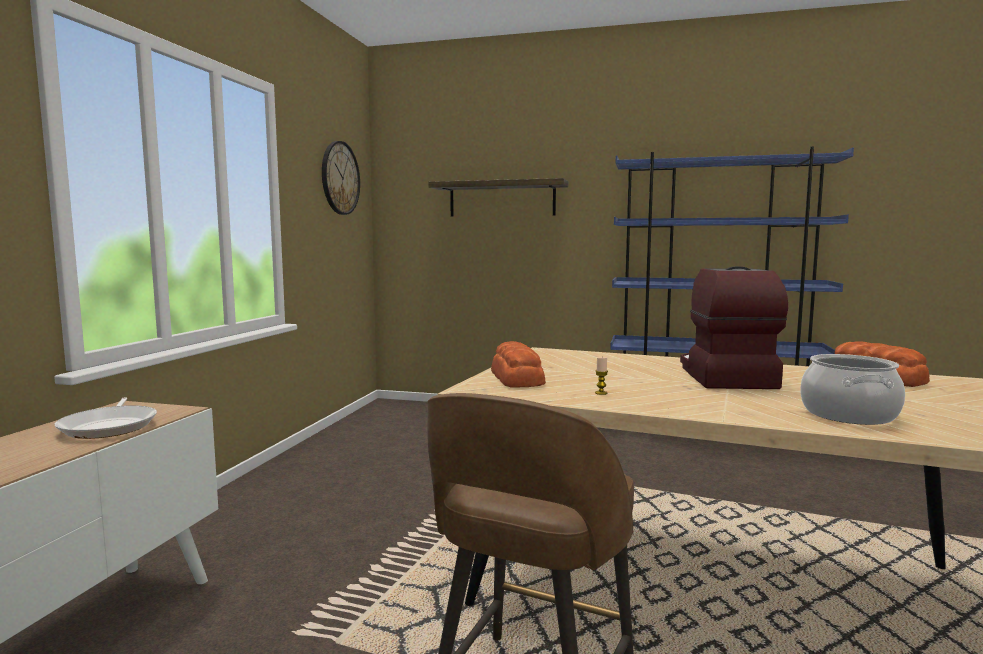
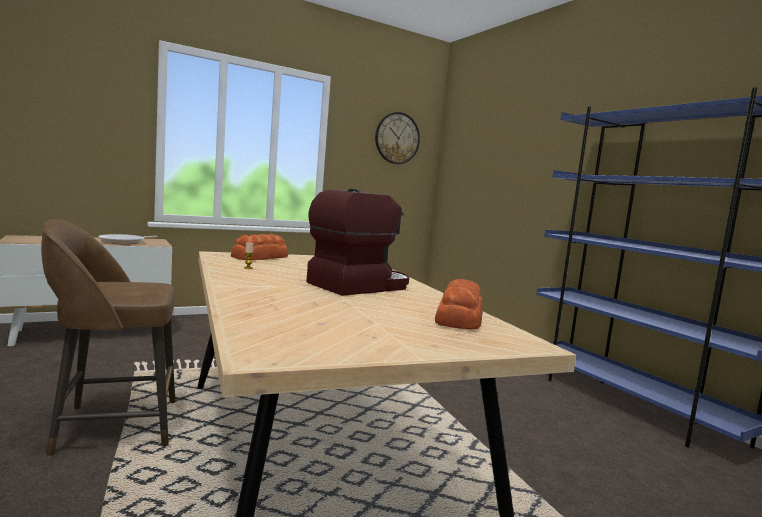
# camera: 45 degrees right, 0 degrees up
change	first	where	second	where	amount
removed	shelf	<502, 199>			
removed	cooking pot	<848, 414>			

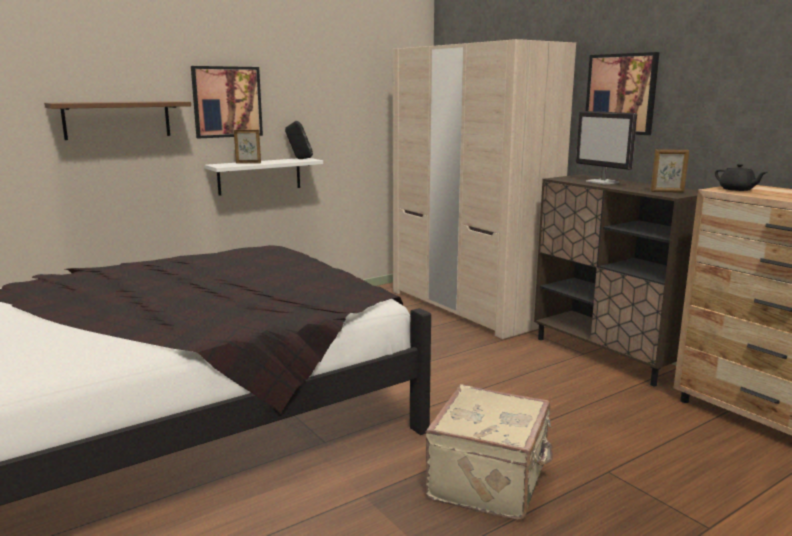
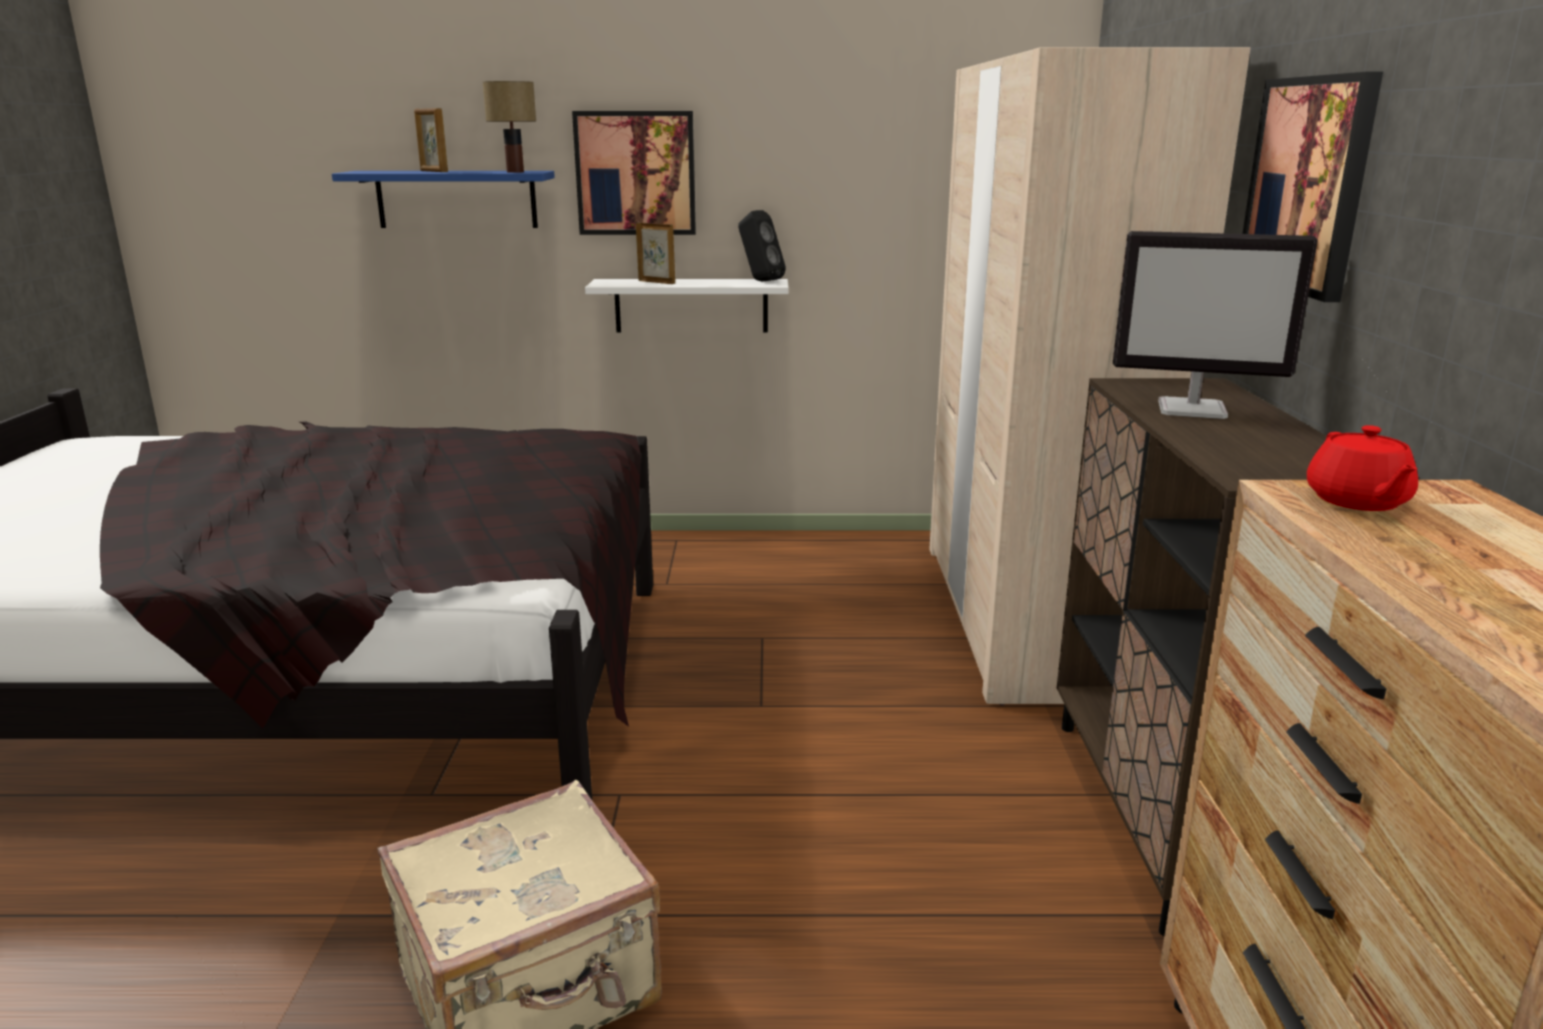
# camera: 35 degrees right, 5 degrees up
change	first	where	second	where	amount
recoloured	brown shelf	<117, 120>	blue shelf	<456, 199>	
turned	monitor	<603, 182>		<1193, 410>	75 degrees counterclockwise
moved	picture frame	<667, 192>		<433, 171>	
recoloured	black teapot	<737, 189>	red teapot	<1357, 501>	
added			table lamp	<516, 172>	

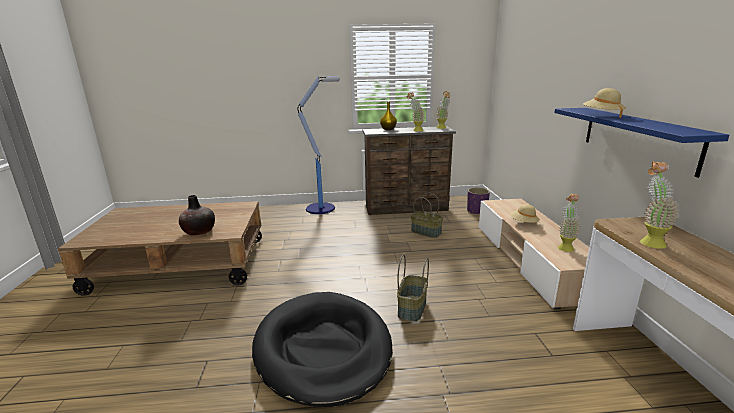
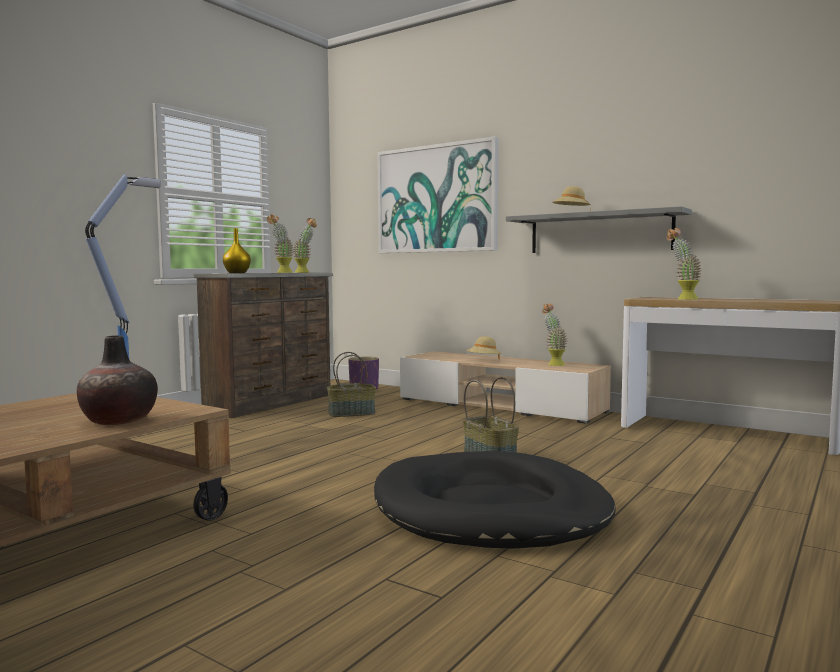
# camera: 50 degrees left, 15 degrees down
change	first	where	second	where	amount
recoloured	blue shelf	<637, 137>	grey shelf	<599, 232>	
added			picture	<436, 199>	

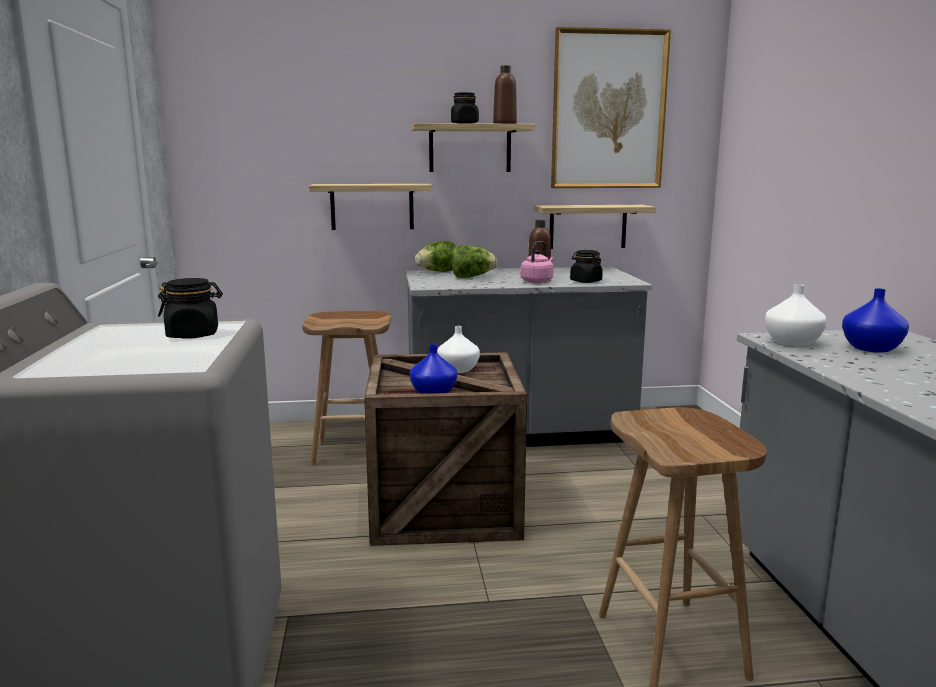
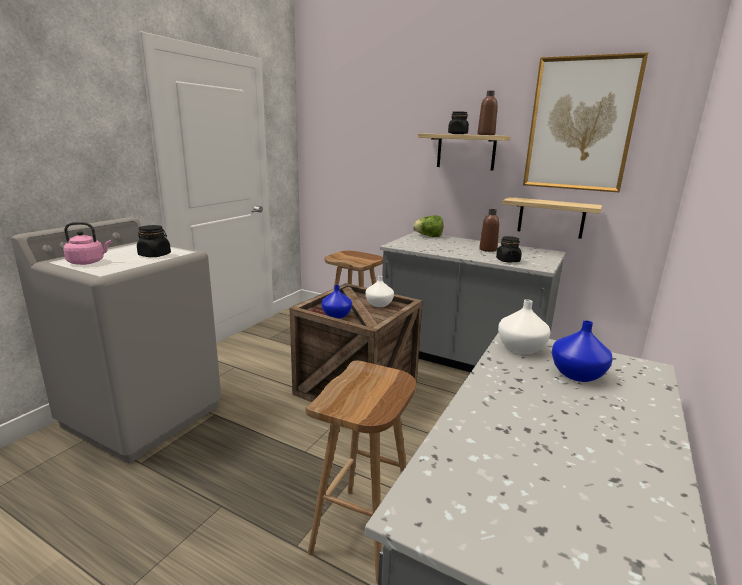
# camera: 35 degrees right, 5 degrees up
change	first	where	second	where	amount
removed	shelf	<372, 206>			
moved	pink kettle	<537, 281>		<88, 262>	
removed	lettuce	<472, 277>			

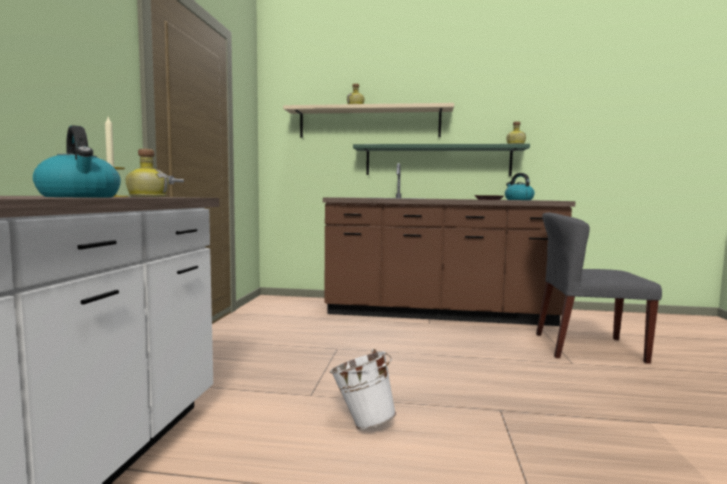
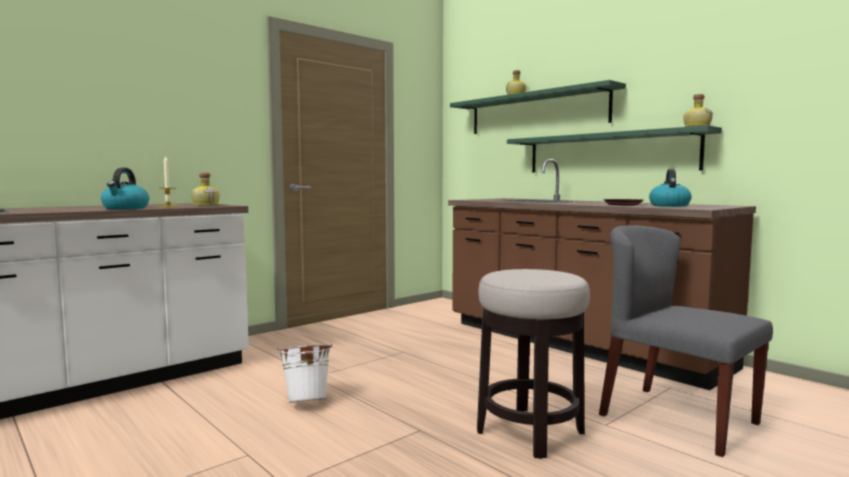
# camera: 40 degrees right, 0 degrees up
change	first	where	second	where	amount
recoloured	beige shelf	<369, 123>	green shelf	<536, 112>	
added			stool	<530, 432>	

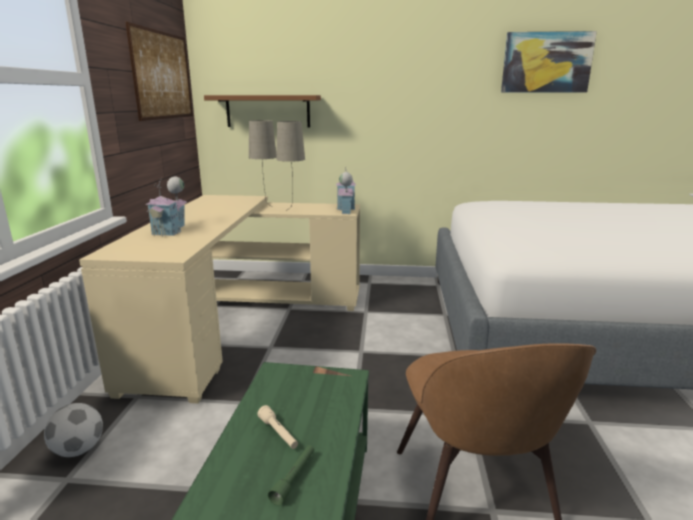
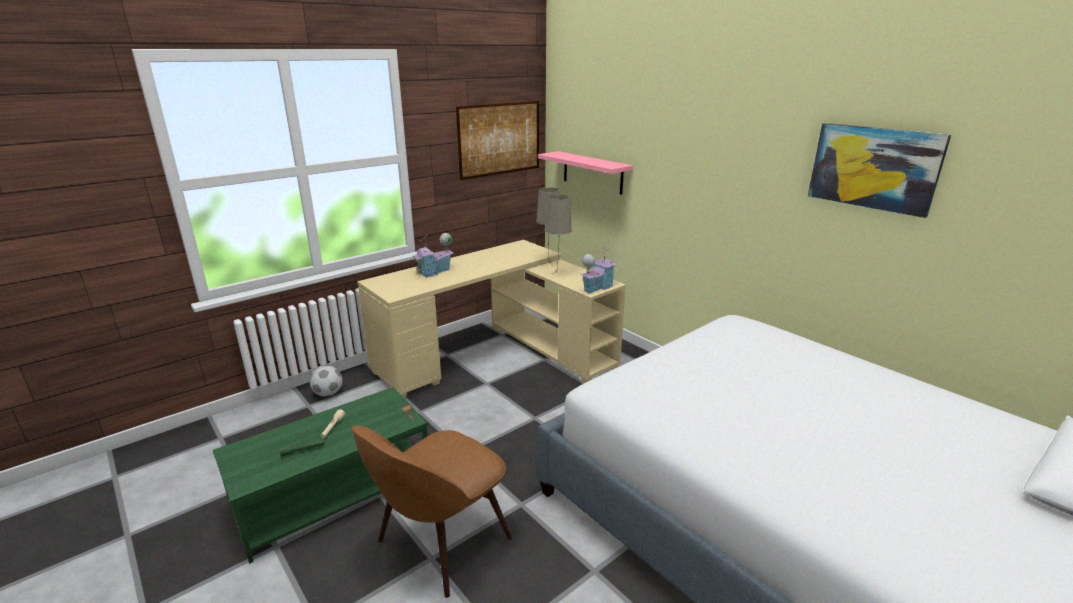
# camera: 45 degrees right, 5 degrees up
change	first	where	second	where	amount
recoloured	brown shelf	<268, 111>	pink shelf	<592, 172>	

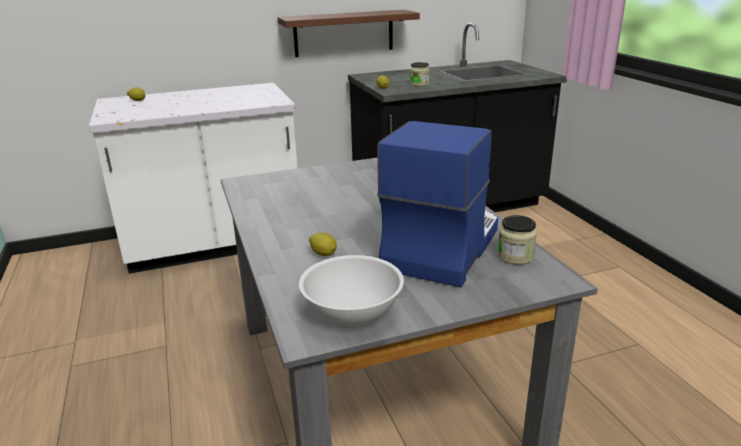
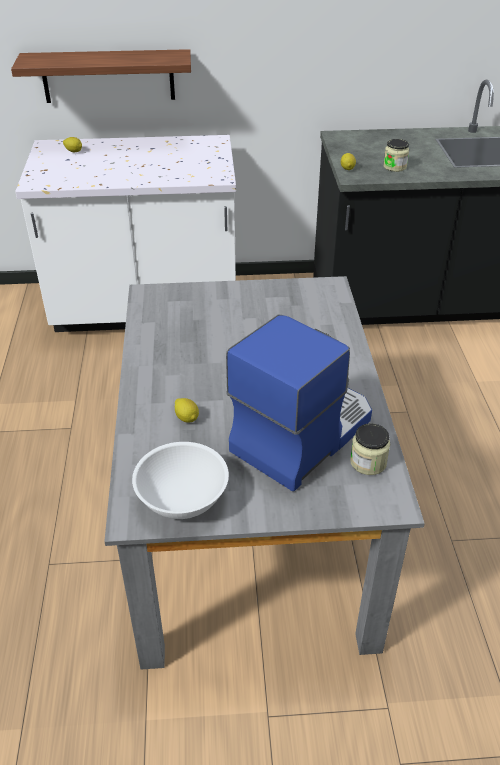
# camera: 15 degrees right, 15 degrees up
change	first	where	second	where	amount
moved	shelf	<344, 33>		<108, 76>	

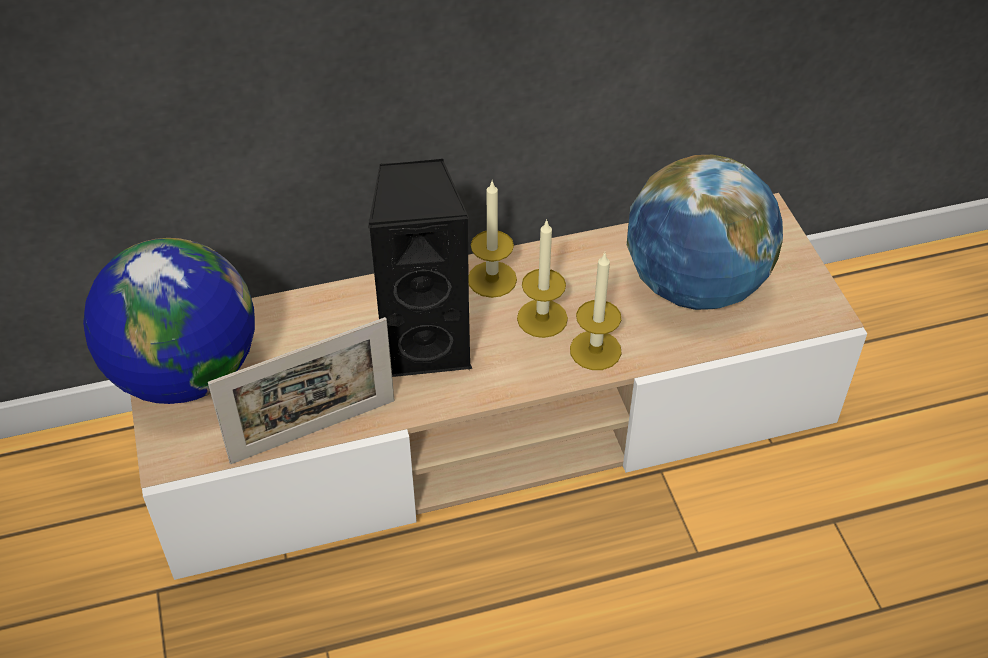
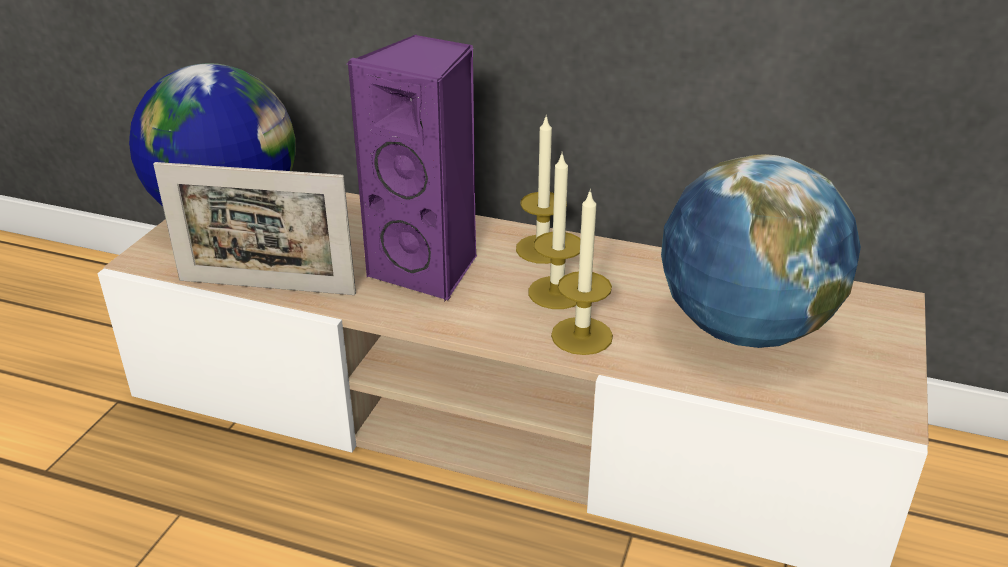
# camera: 35 degrees right, 15 degrees down
change	first	where	second	where	amount
recoloured	black speaker	<425, 344>	purple speaker	<429, 269>	

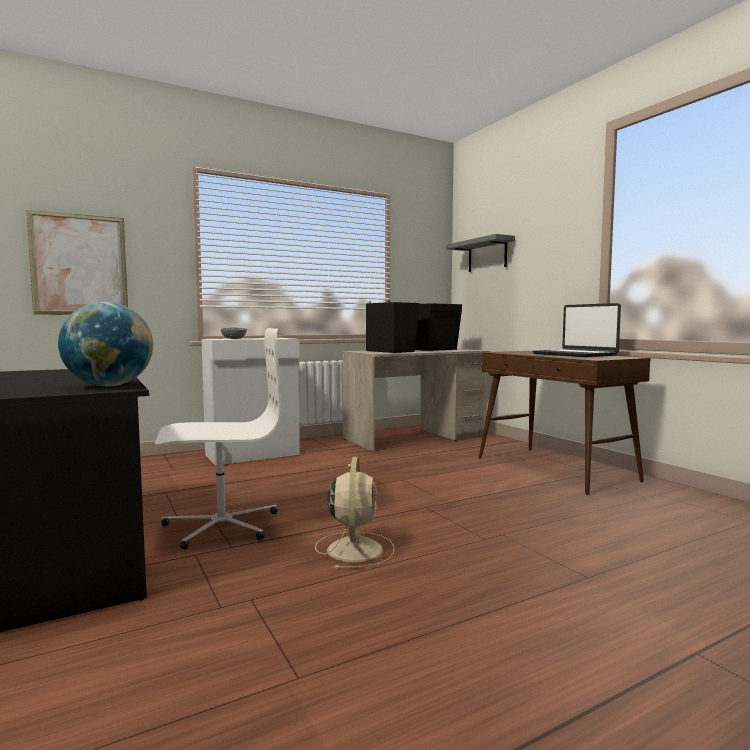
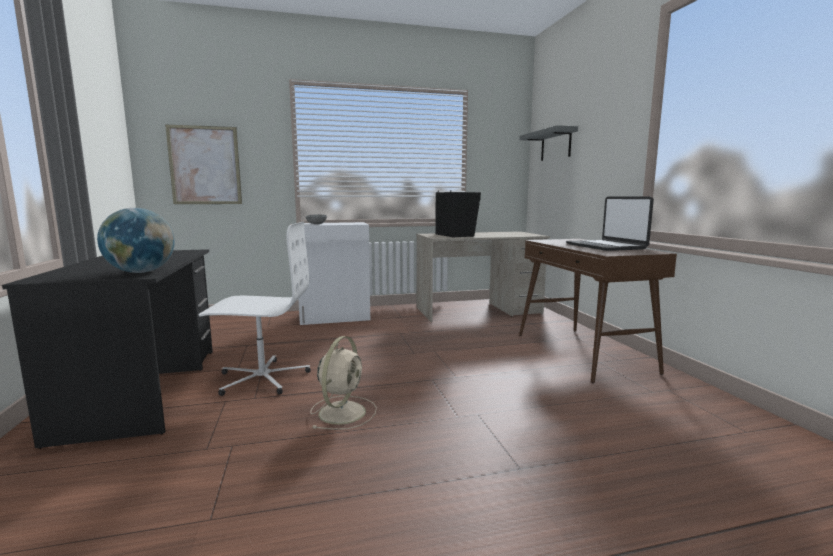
# camera: 15 degrees right, 5 degrees up
change	first	where	second	where	amount
removed	black speaker	<435, 349>			

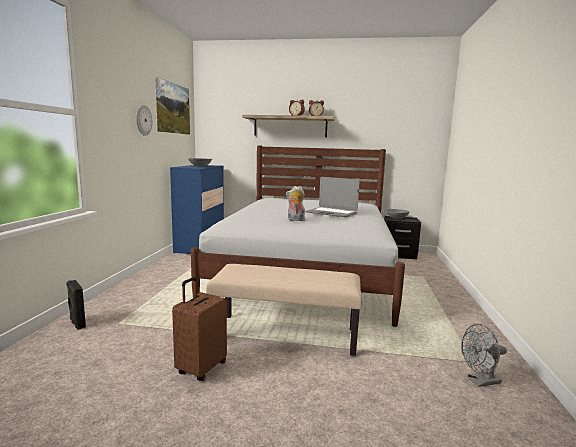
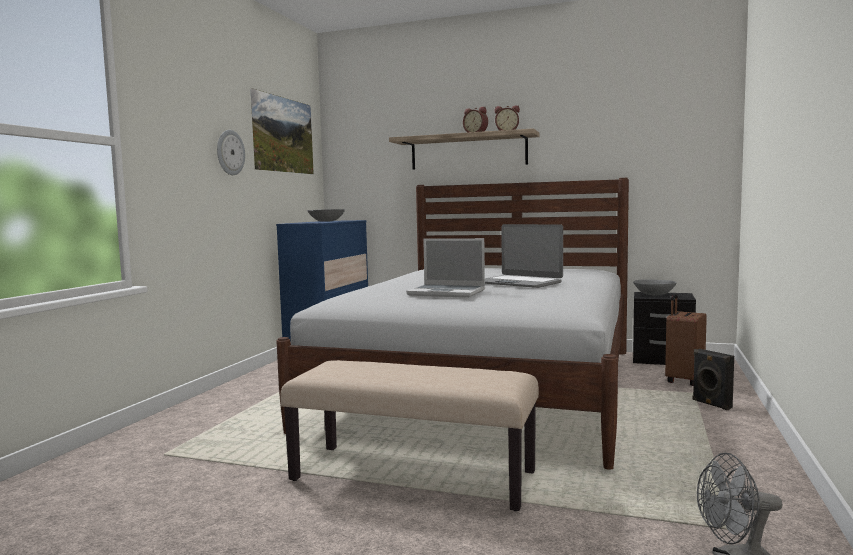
# camera: 10 degrees right, 5 degrees down
change	first	where	second	where	amount
replaced	plush toy	<295, 220>	laptop	<448, 293>	
moved	brown suitcase	<201, 368>		<683, 380>	
moved	black speaker	<77, 323>		<711, 404>	

